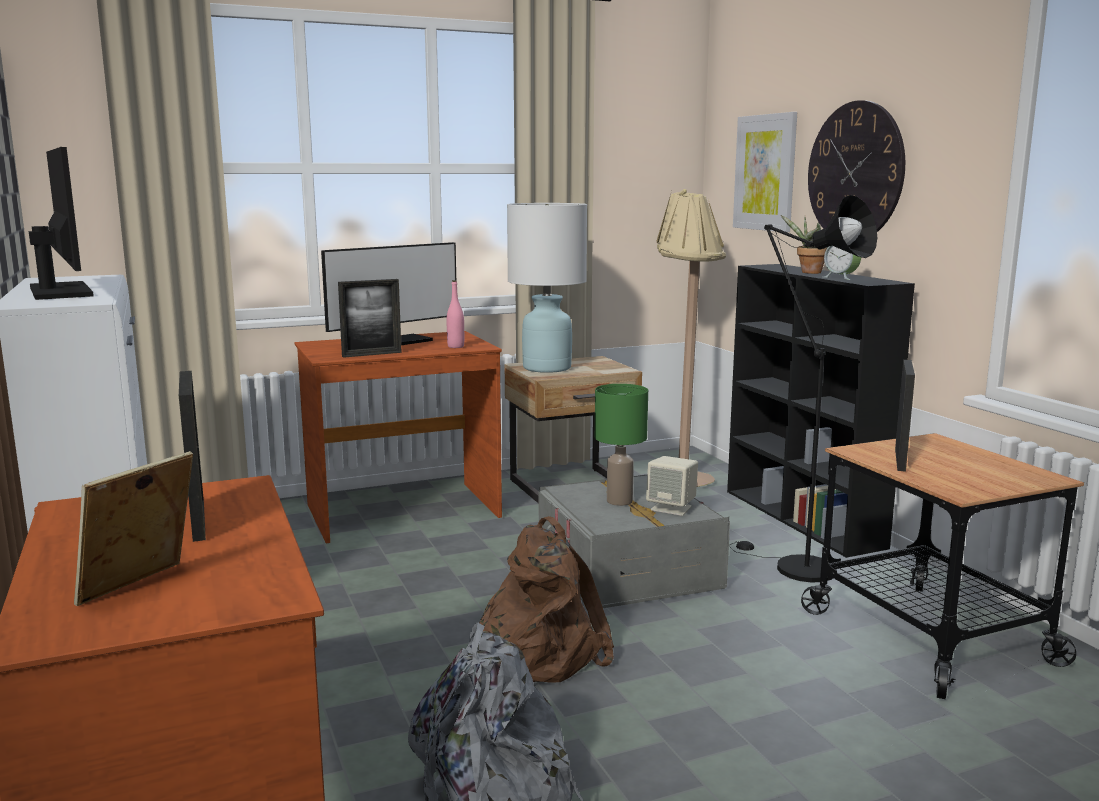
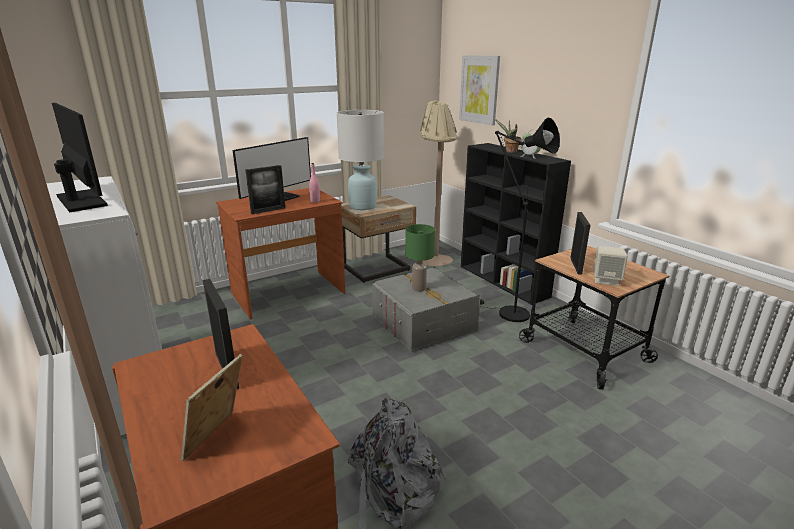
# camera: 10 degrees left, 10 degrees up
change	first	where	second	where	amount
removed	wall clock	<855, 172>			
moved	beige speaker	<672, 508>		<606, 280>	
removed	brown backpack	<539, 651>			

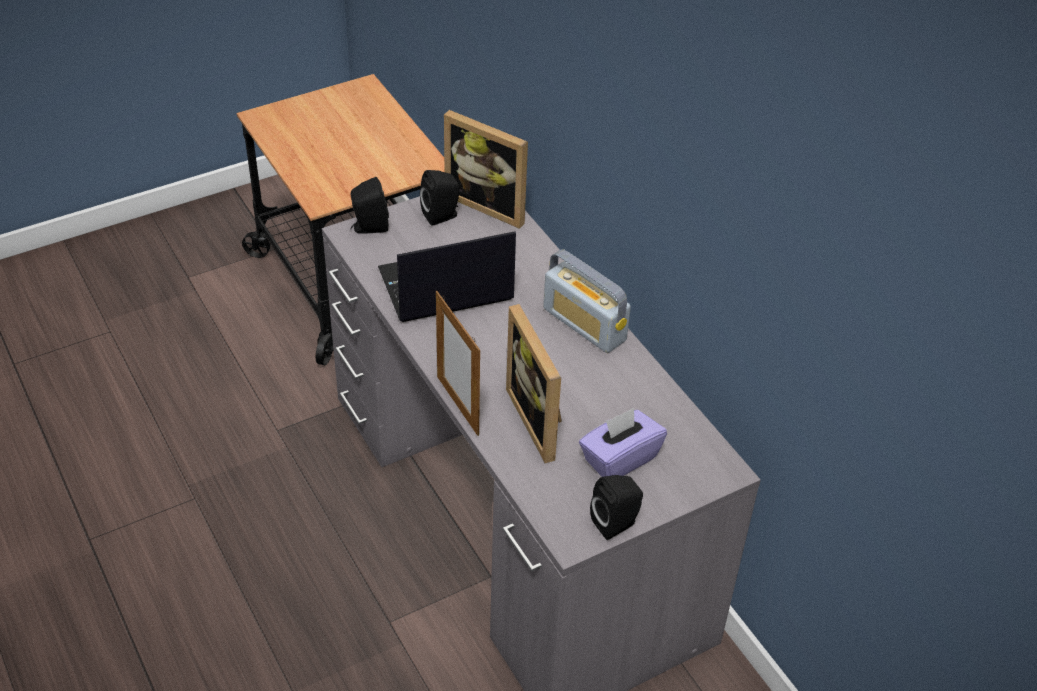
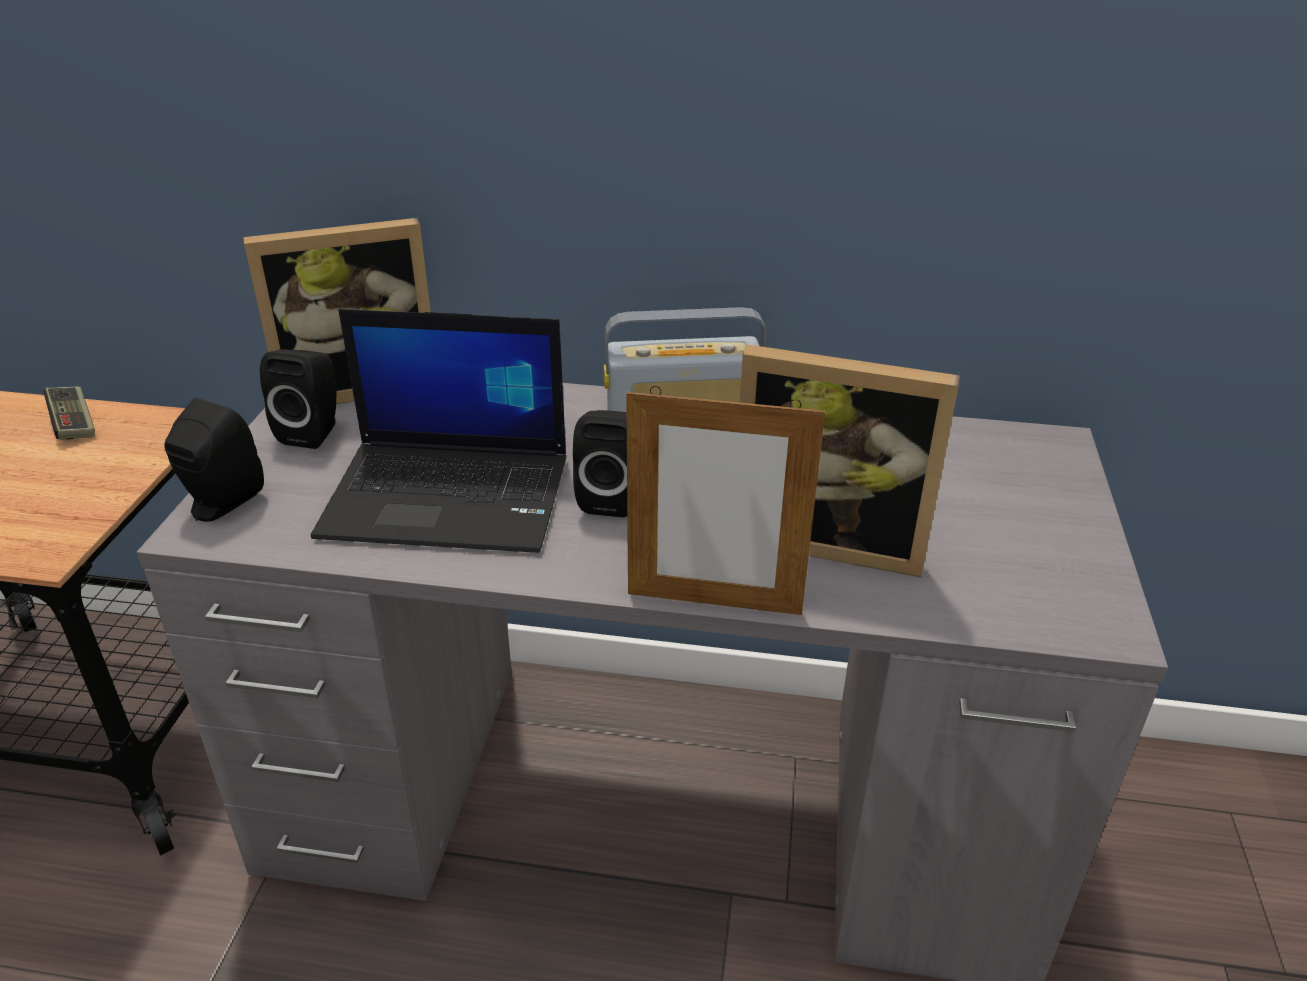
# camera: 50 degrees left, 10 degrees down
change	first	where	second	where	amount
turned	laptop	<444, 286>		<451, 496>	105 degrees counterclockwise
removed	purple tissue box	<619, 459>			
moved	black speaker	<617, 523>		<611, 497>	
added			game controller	<73, 424>	

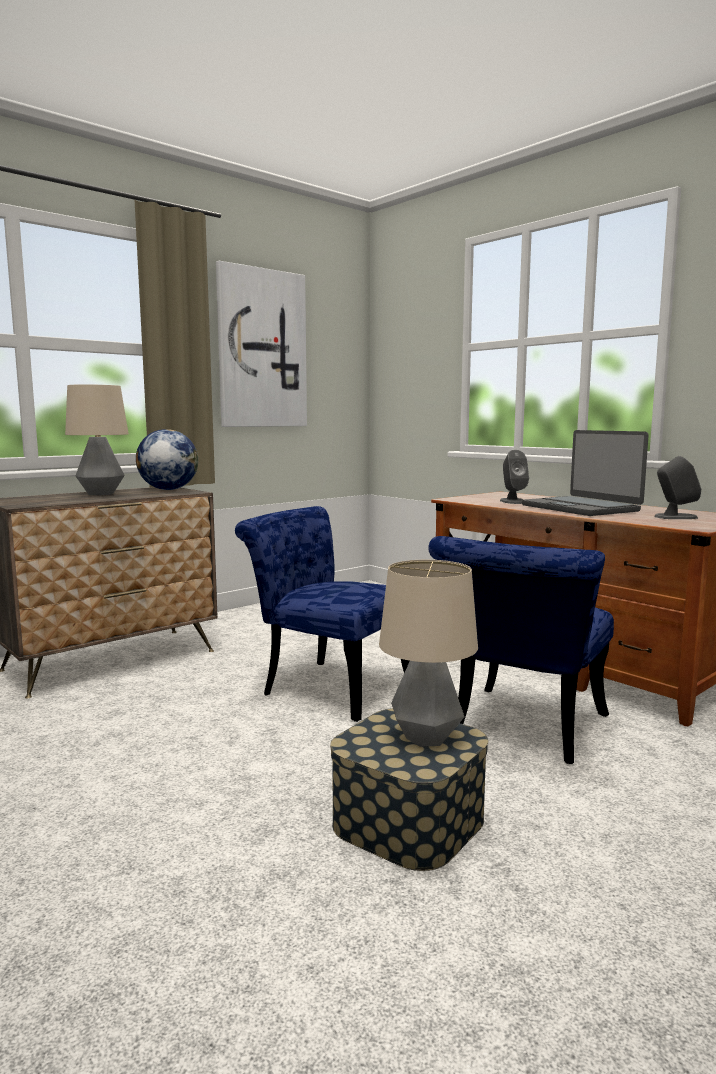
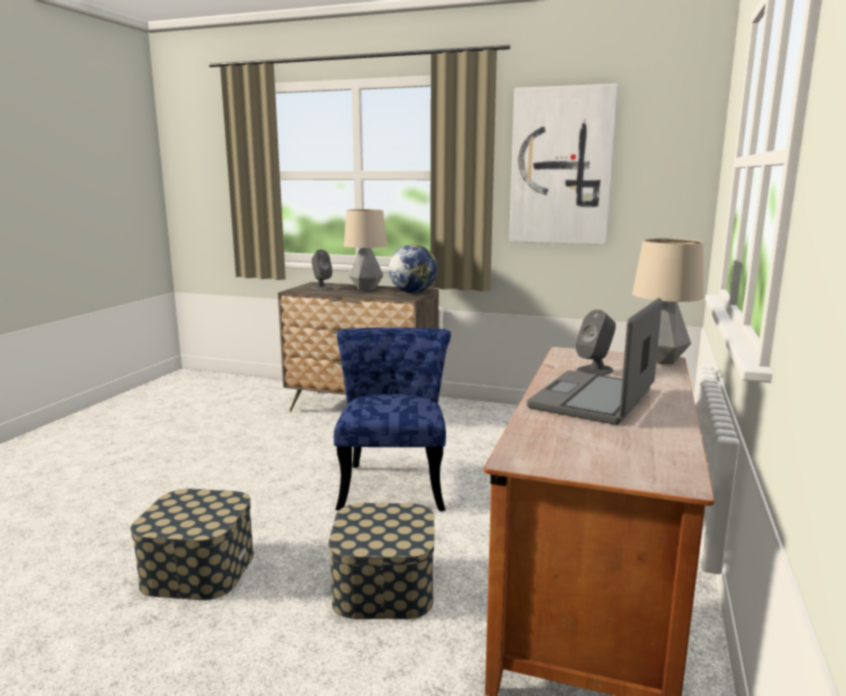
# camera: 60 degrees right, 5 degrees up
change	first	where	second	where	amount
moved	grey speaker	<675, 517>		<321, 288>	
replaced	blue chair	<522, 730>	storage box	<384, 586>	
moved	table lamp	<426, 737>		<661, 360>	

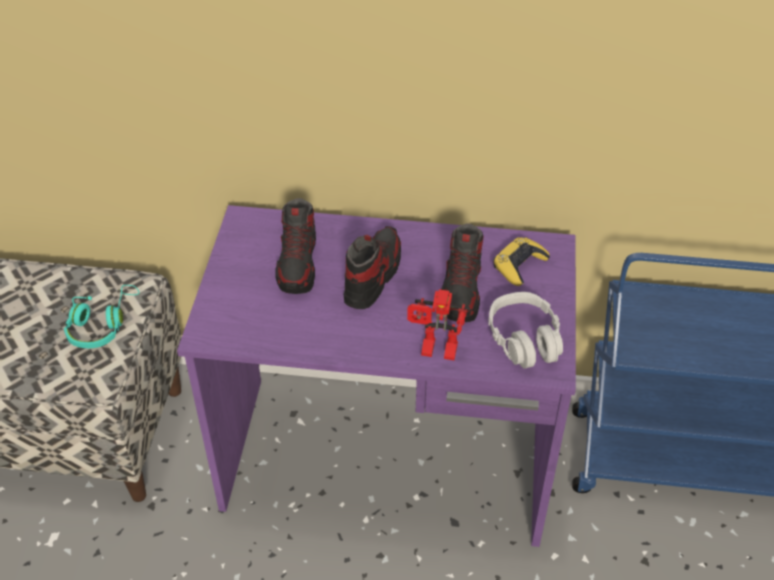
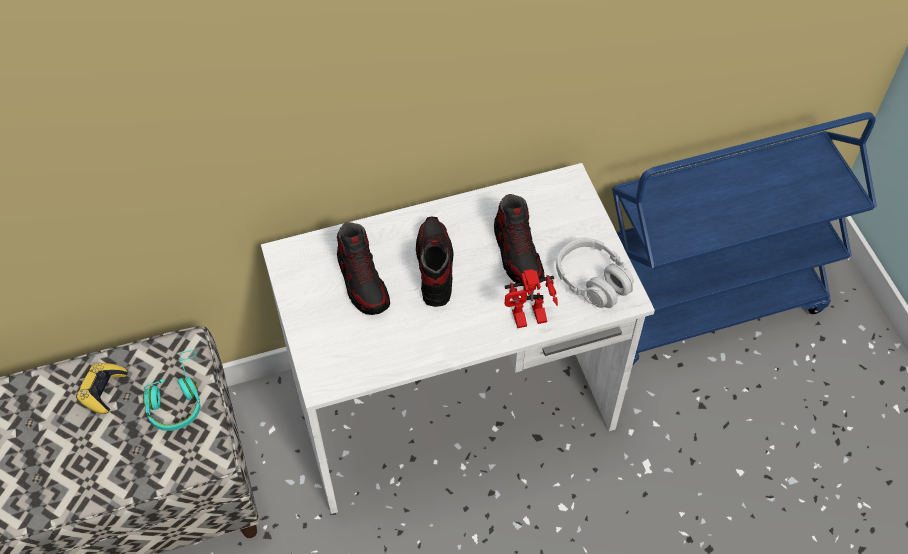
# camera: 25 degrees left, 10 degrees up
change	first	where	second	where	amount
recoloured	purple desk	<388, 462>	white desk	<454, 407>	
moved	yellow game controller	<519, 265>		<103, 390>	

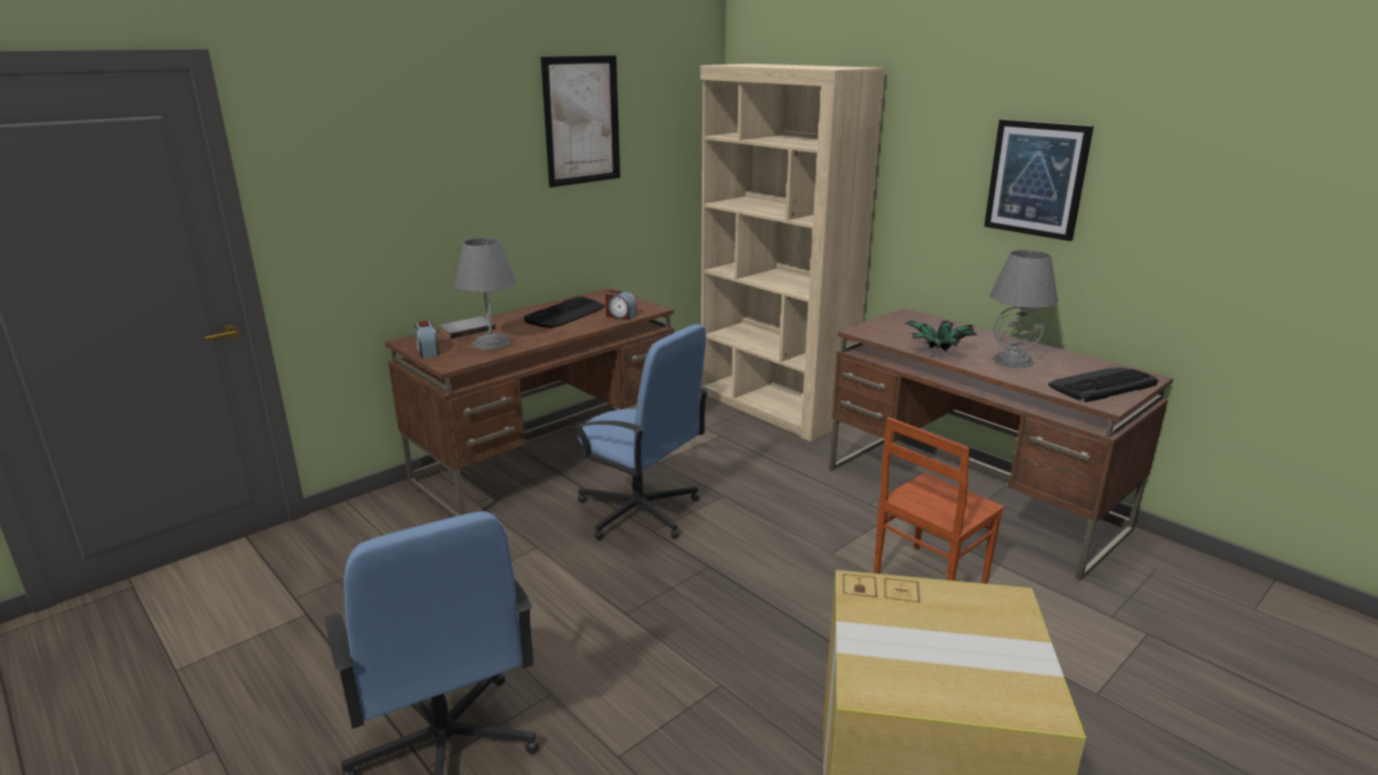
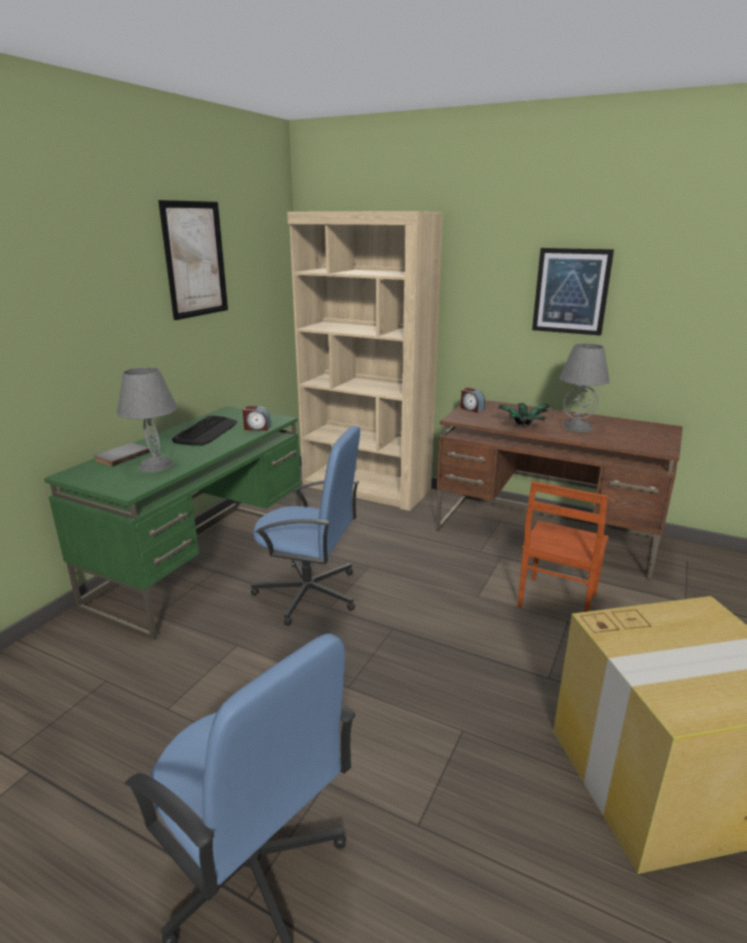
# camera: 20 degrees left, 0 degrees up
change	first	where	second	where	amount
recoloured	brown desk	<549, 459>	green desk	<203, 562>	
moved	alarm clock	<427, 351>		<471, 409>	
removed	keyboard	<1102, 385>			

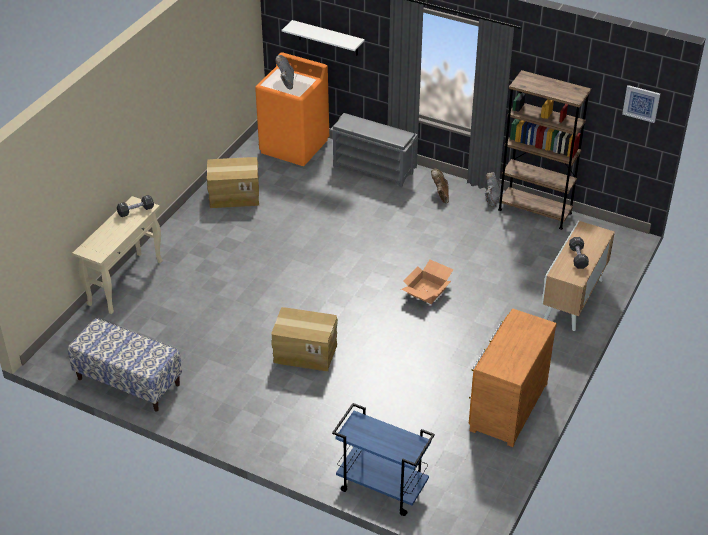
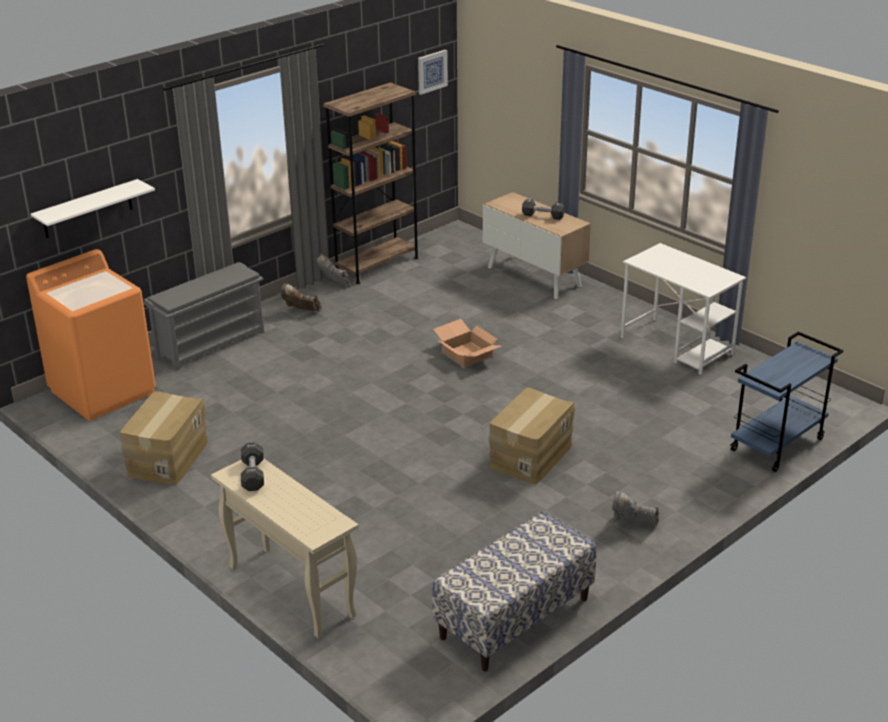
# camera: 70 degrees left, 10 degrees down
change	first	where	second	where	amount
moved	grey boot	<286, 82>		<633, 524>	
replaced	brown dresser	<506, 406>	white desk	<677, 346>	

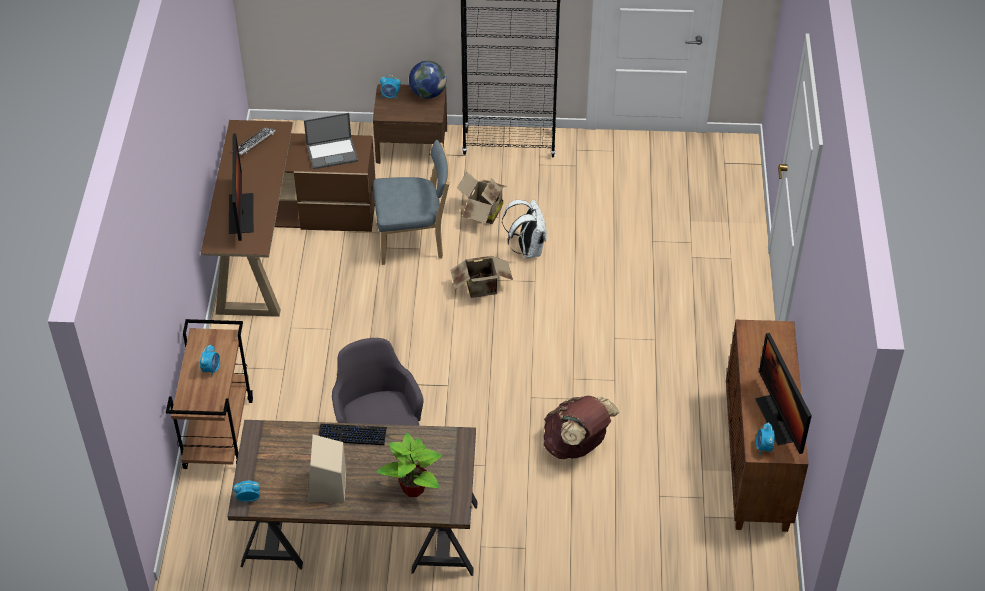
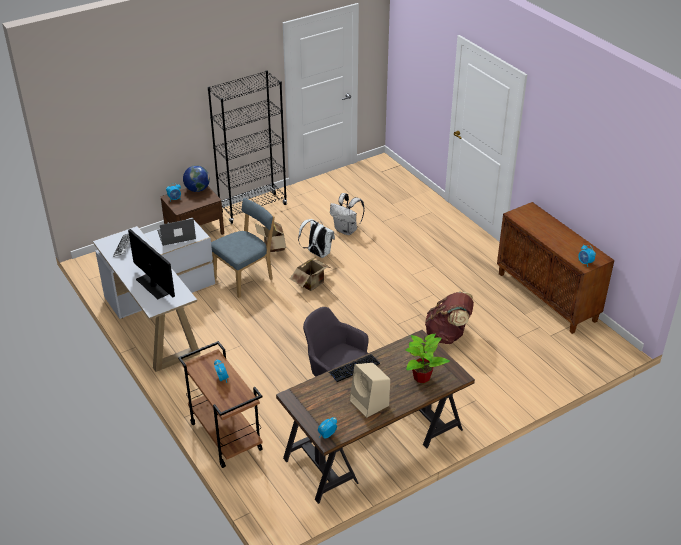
# camera: 35 degrees left, 10 degrees down
change	first	where	second	where	amount
turned	laptop	<332, 153>		<176, 235>	150 degrees counterclockwise
recoloured	brown desk	<281, 241>	white desk	<160, 314>	
removed	monitor	<779, 419>			
added			white backpack	<347, 230>	

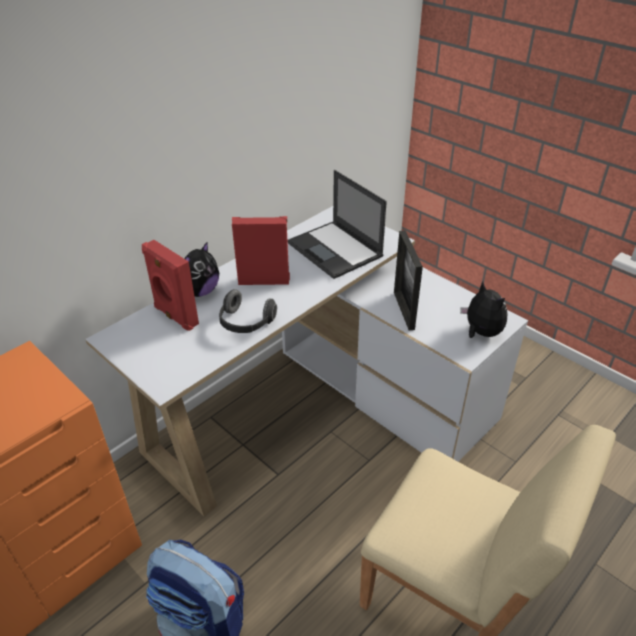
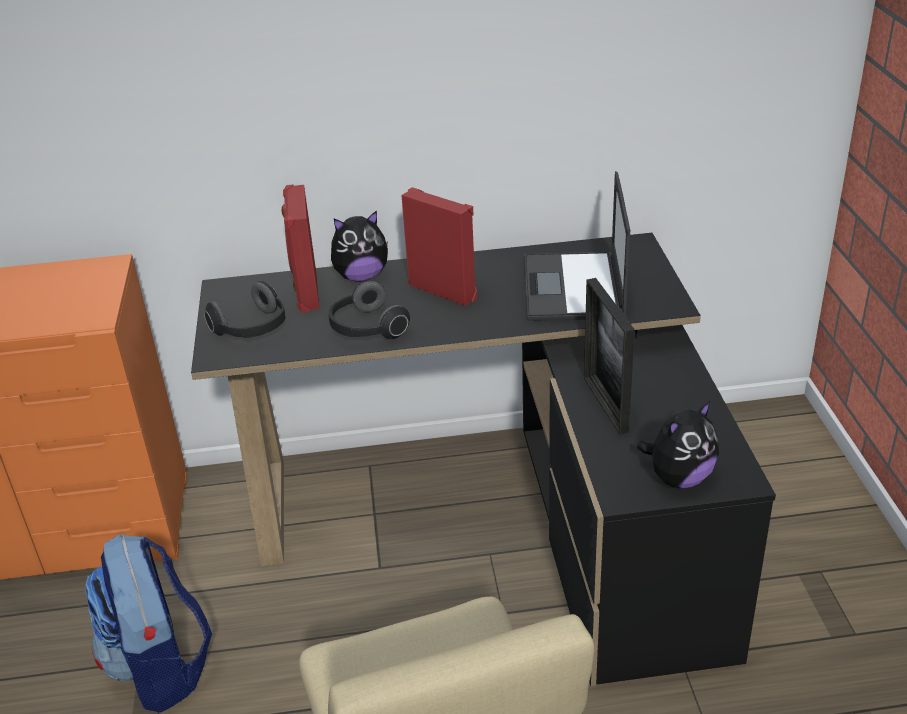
# camera: 40 degrees right, 5 degrees down
change	first	where	second	where	amount
recoloured	white desk	<317, 407>	black desk	<502, 517>	
turned	picture frame	<403, 310>		<605, 404>	45 degrees counterclockwise
turned	plush toy	<481, 333>		<679, 478>	45 degrees clockwise
added			headphones	<252, 329>	

